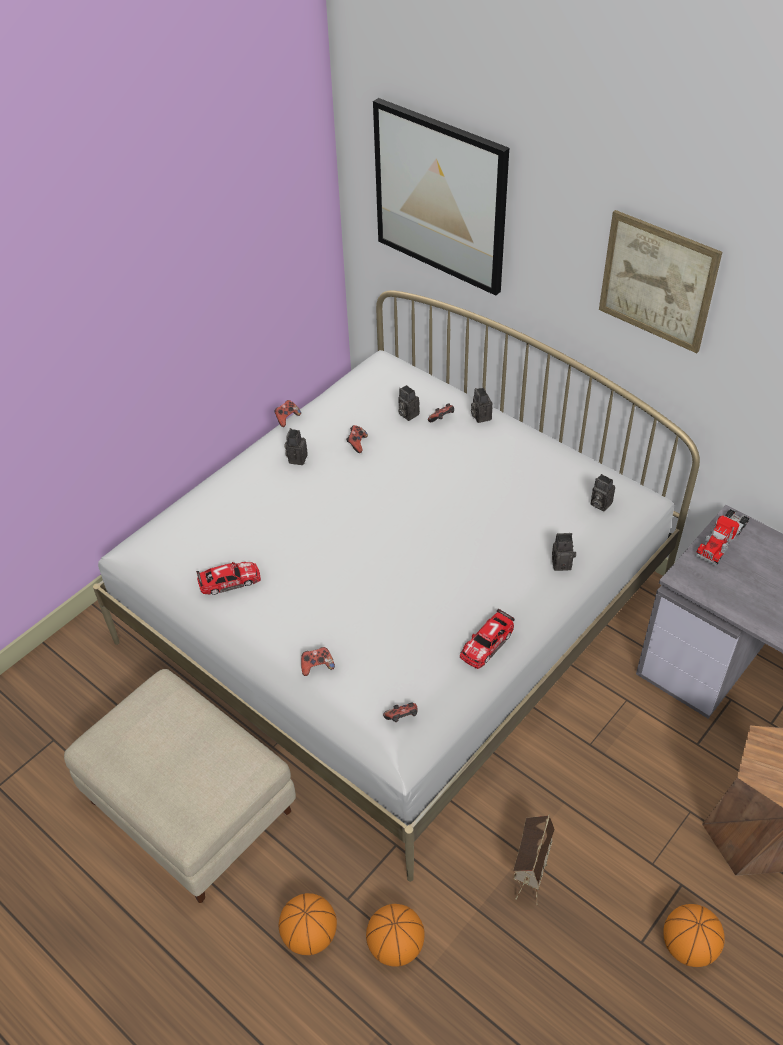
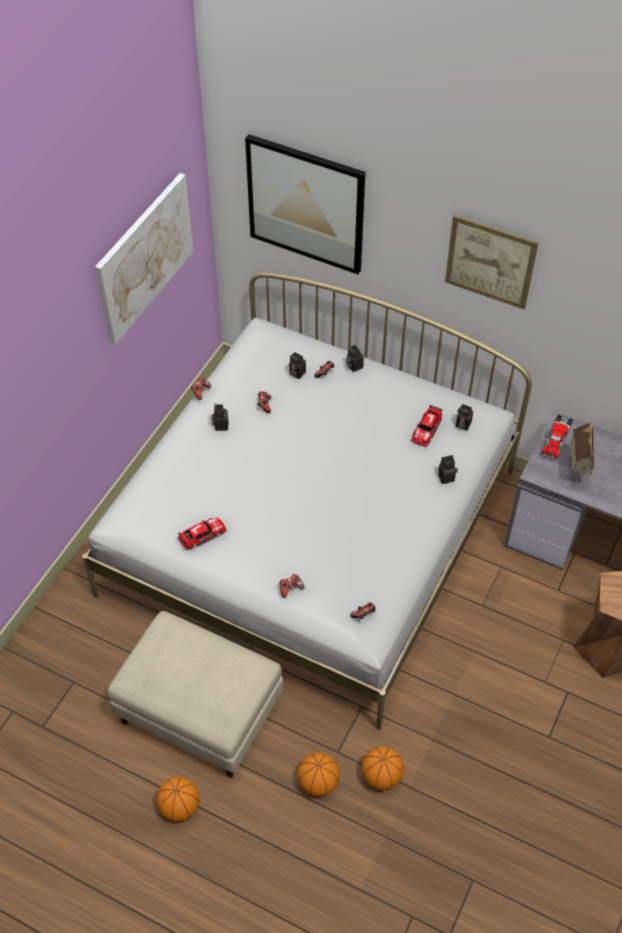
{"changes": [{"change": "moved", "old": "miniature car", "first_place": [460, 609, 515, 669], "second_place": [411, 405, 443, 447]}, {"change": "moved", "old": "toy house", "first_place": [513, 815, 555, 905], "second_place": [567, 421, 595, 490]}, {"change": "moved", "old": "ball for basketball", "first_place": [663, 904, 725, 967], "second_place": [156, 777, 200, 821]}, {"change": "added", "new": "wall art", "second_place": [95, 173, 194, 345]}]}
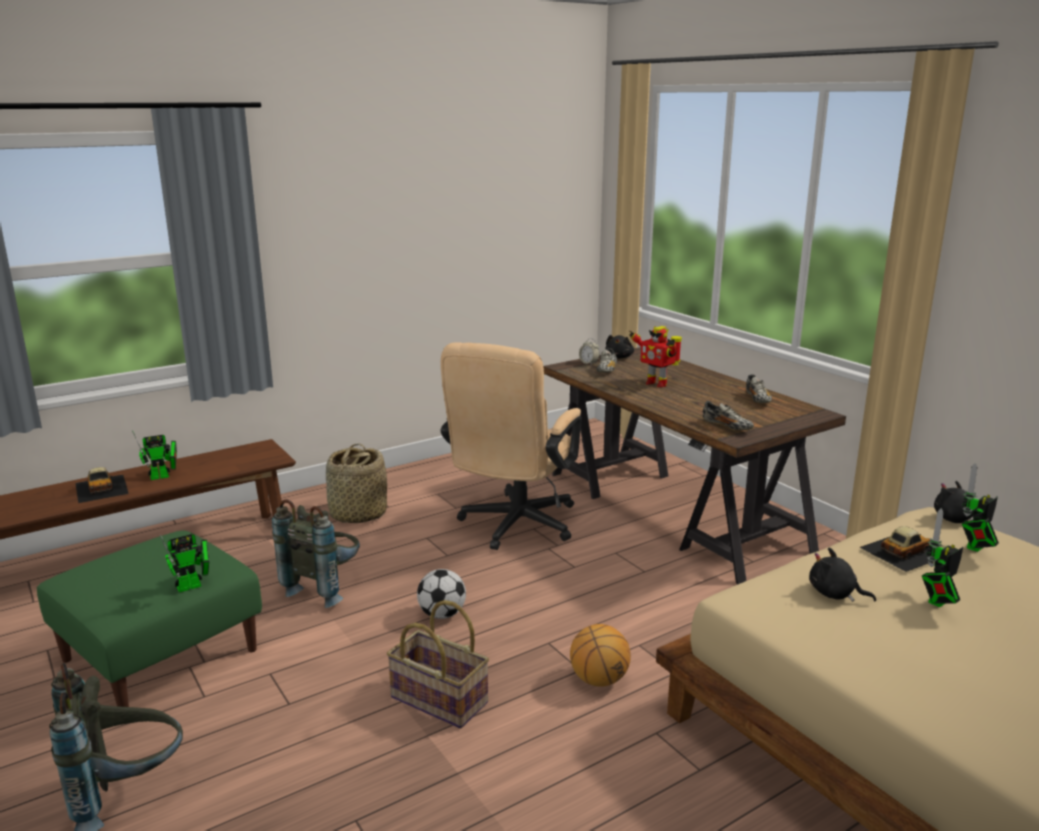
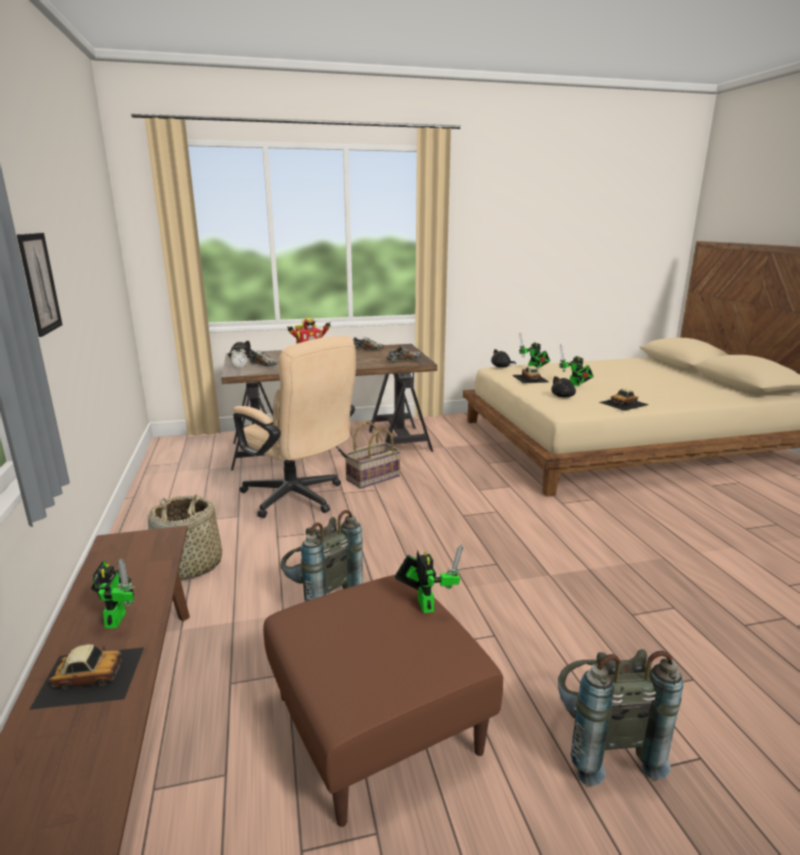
{"changes": [{"change": "recoloured", "old": "pouffe/green", "new": "pouffe/brownish", "first_place": [37, 530, 262, 707], "second_place": [263, 575, 503, 827]}, {"change": "removed", "old": "ball for football", "first_place": [417, 569, 466, 619]}, {"change": "moved", "old": "household basket", "first_place": [387, 600, 489, 729], "second_place": [345, 422, 401, 489]}, {"change": "removed", "old": "ball for basketball", "first_place": [570, 624, 631, 687]}, {"change": "added", "new": "wall art", "second_place": [17, 233, 62, 337]}, {"change": "added", "new": "miniature car", "second_place": [599, 389, 649, 411]}]}
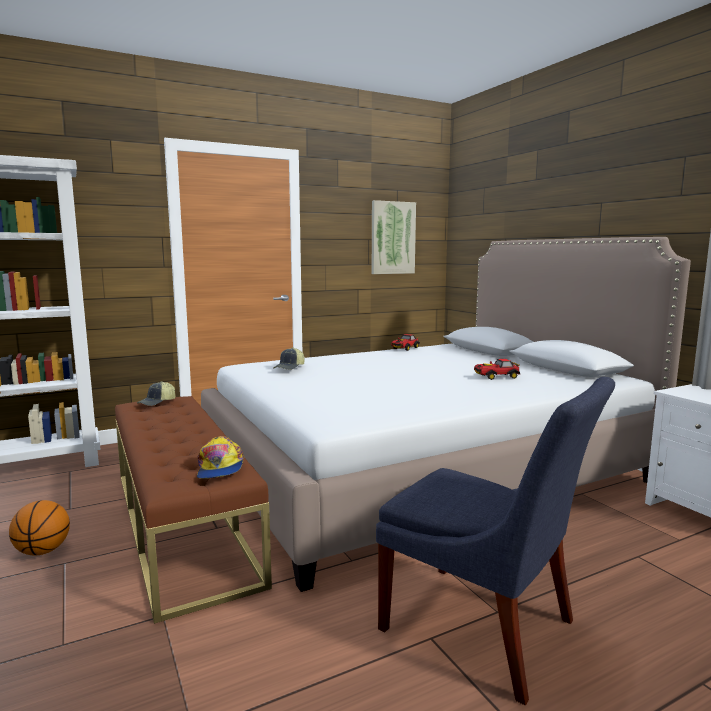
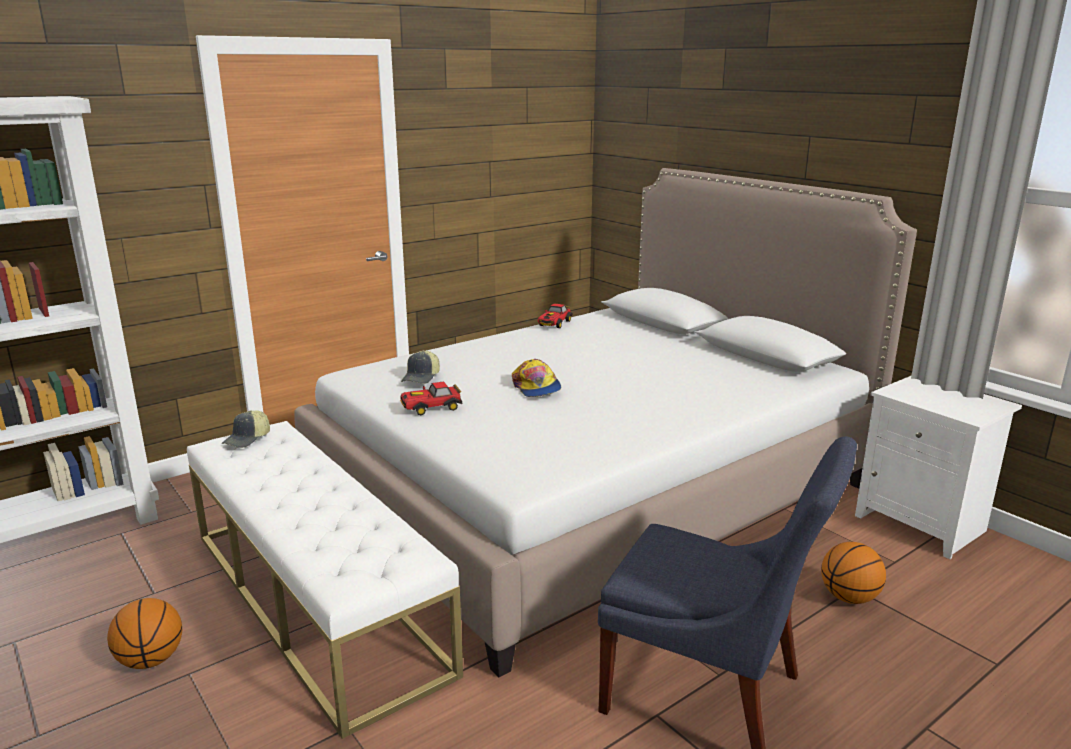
{"changes": [{"change": "removed", "old": "wall art", "first_place": [372, 200, 416, 274]}, {"change": "moved", "old": "miniature car", "first_place": [474, 359, 520, 380], "second_place": [400, 381, 463, 416]}, {"change": "recoloured", "old": "indoor bench/brownish", "new": "indoor bench/white-coloured", "first_place": [115, 396, 272, 624], "second_place": [187, 421, 463, 739]}, {"change": "moved", "old": "baseball cap", "first_place": [197, 436, 245, 479], "second_place": [512, 359, 561, 397]}, {"change": "added", "new": "ball for basketball", "second_place": [821, 542, 886, 604]}]}
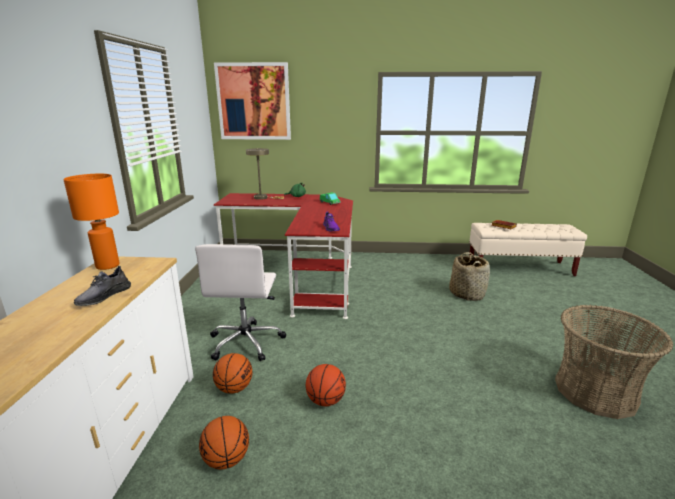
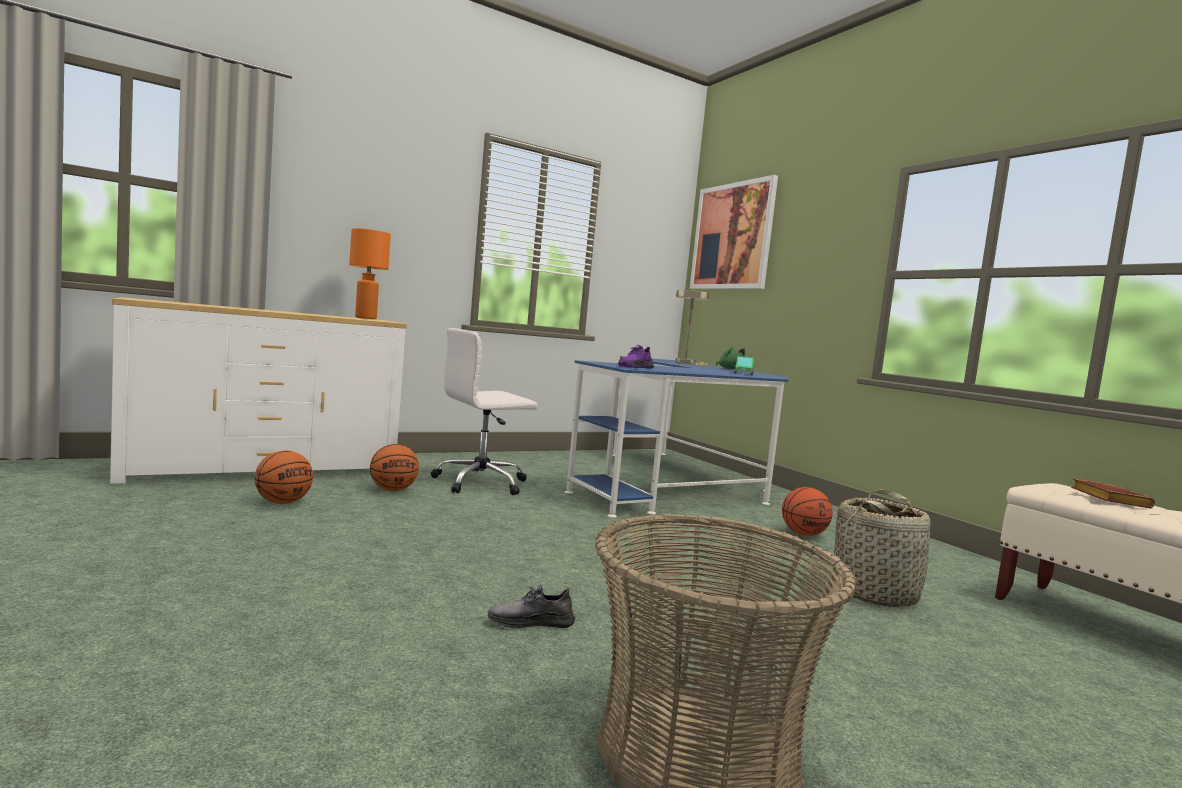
{"changes": [{"change": "recoloured", "old": "desk unit/reddish", "new": "desk unit/bluish", "first_place": [214, 193, 353, 319], "second_place": [565, 356, 788, 518]}, {"change": "moved", "old": "item of footwear/greyish", "first_place": [74, 266, 131, 306], "second_place": [488, 584, 575, 628]}, {"change": "moved", "old": "ball for basketball", "first_place": [306, 364, 346, 406], "second_place": [782, 487, 833, 536]}]}
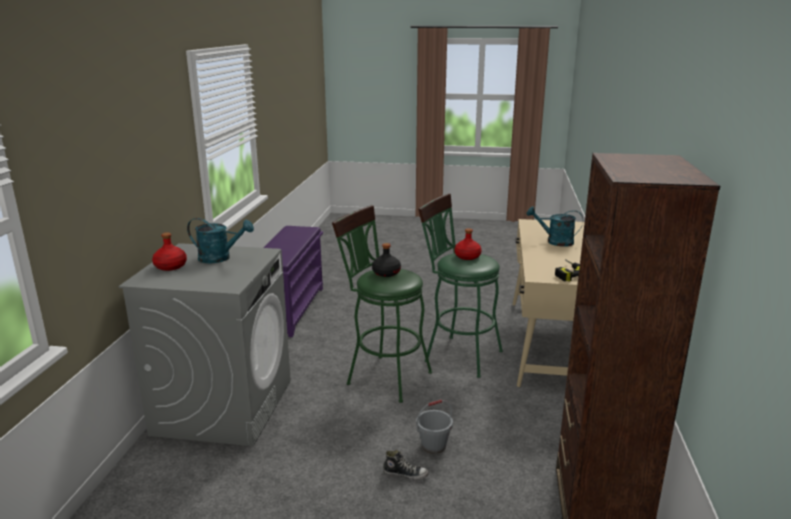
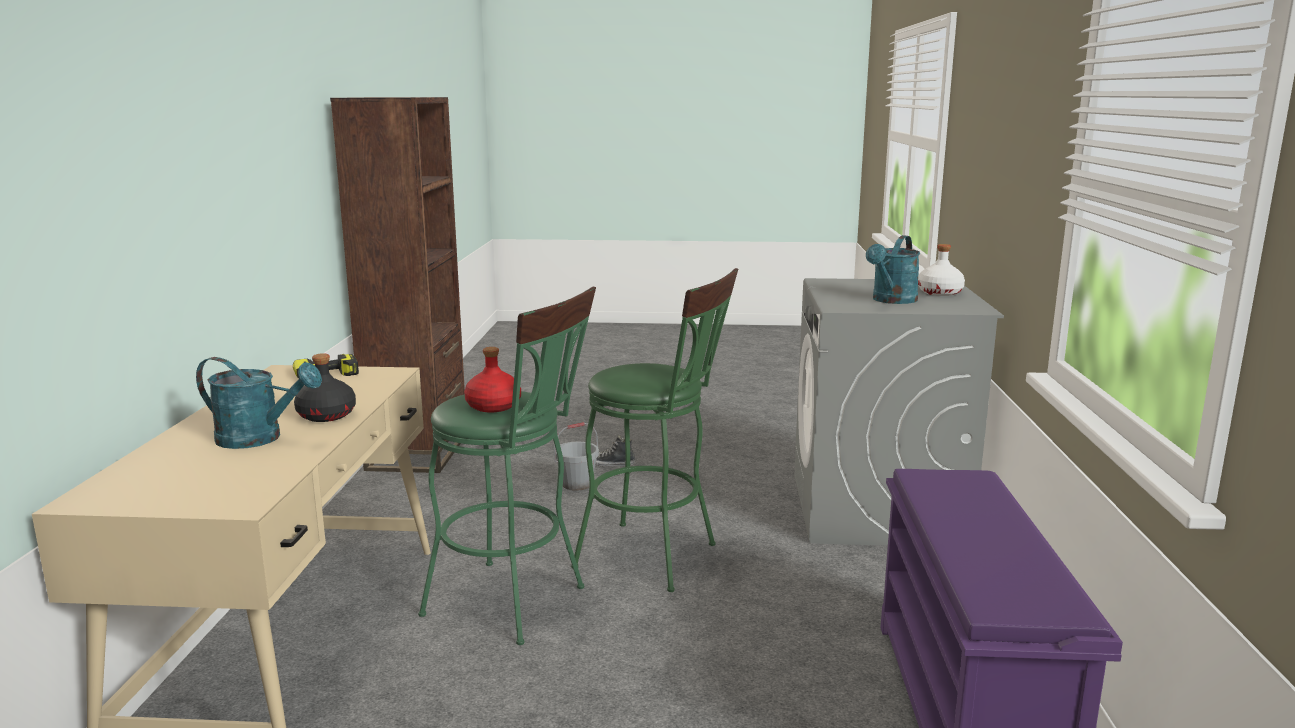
{"changes": [{"change": "turned", "old": "watering pot/blue-green", "first_place": [187, 218, 254, 263], "second_place": [866, 235, 920, 304], "degrees": -60}, {"change": "recoloured", "old": "beverage bottle/reddish", "new": "beverage bottle/white-coloured", "first_place": [152, 233, 187, 271], "second_place": [918, 244, 965, 296]}, {"change": "moved", "old": "beverage bottle/black", "first_place": [372, 243, 401, 277], "second_place": [294, 353, 356, 422]}]}
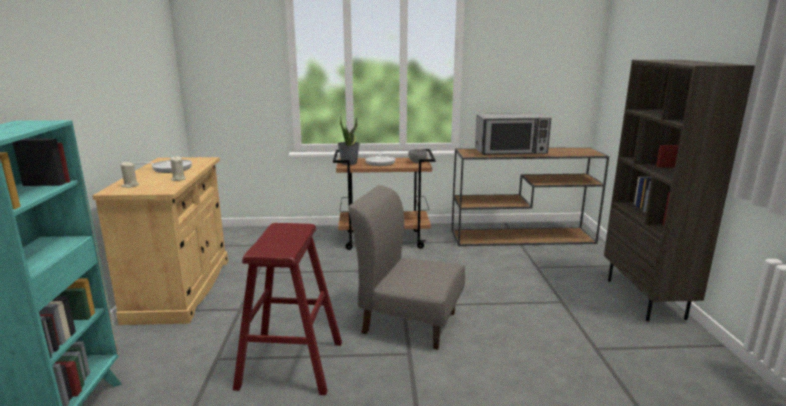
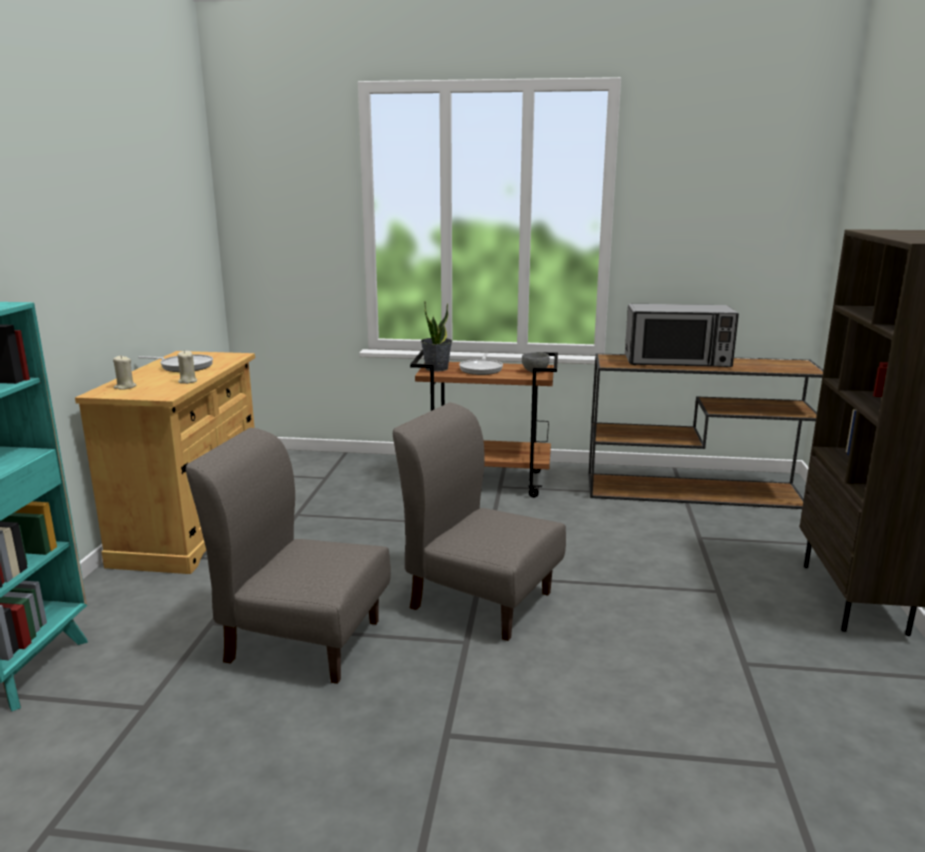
{"changes": [{"change": "replaced", "old": "stool seat/reddish", "new": "upright chair/greyish", "first_place": [233, 223, 342, 395], "second_place": [186, 428, 391, 684]}]}
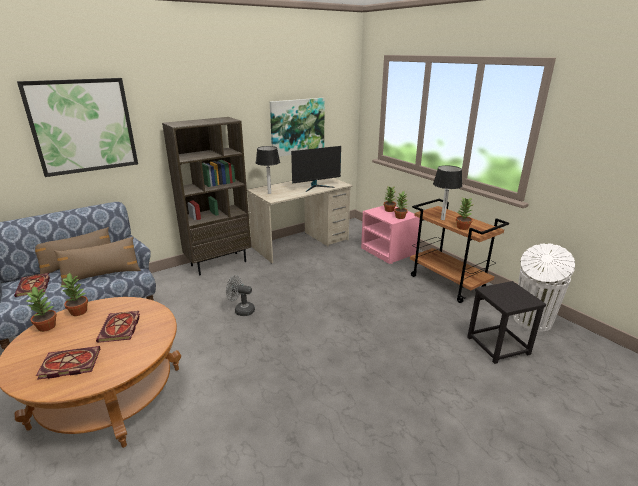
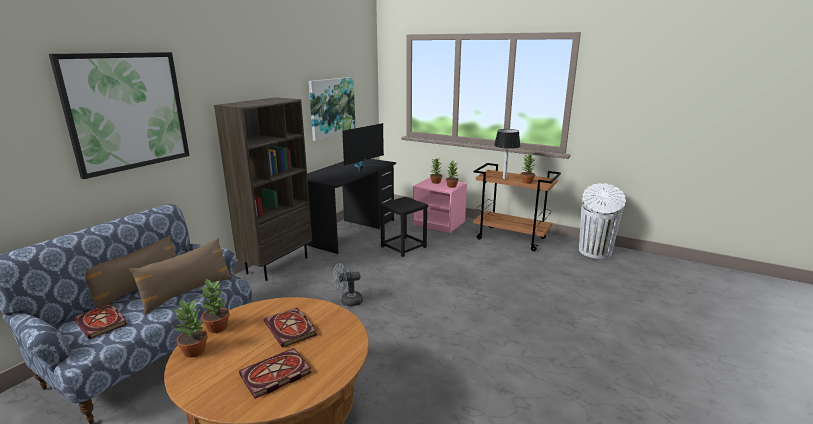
{"changes": [{"change": "removed", "old": "lamp for a table", "first_place": [256, 146, 280, 194]}, {"change": "recoloured", "old": "desk unit/sand-coloured", "new": "desk unit/black", "first_place": [247, 178, 352, 263], "second_place": [306, 159, 396, 254]}, {"change": "moved", "old": "stool seat/black", "first_place": [467, 281, 546, 364], "second_place": [379, 197, 428, 257]}]}
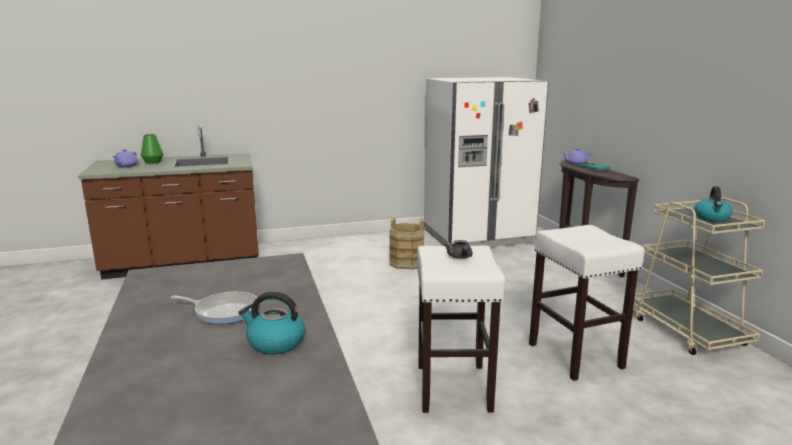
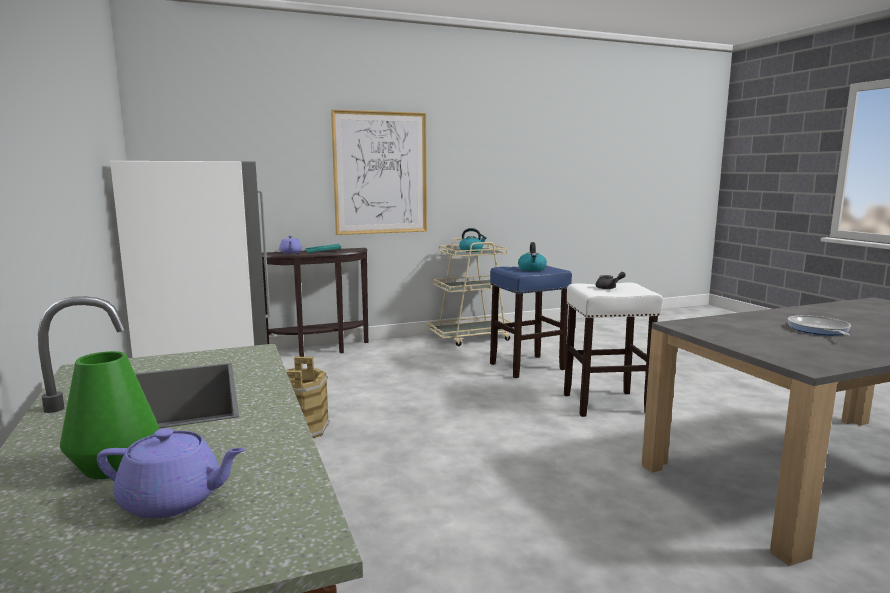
{"changes": [{"change": "recoloured", "old": "stool seat/white-coloured", "new": "stool seat/bluish", "first_place": [529, 225, 645, 381], "second_place": [490, 265, 572, 378]}, {"change": "moved", "old": "water kettle", "first_place": [238, 292, 305, 354], "second_place": [518, 242, 547, 271]}, {"change": "added", "new": "wall art", "second_place": [331, 110, 427, 235]}]}
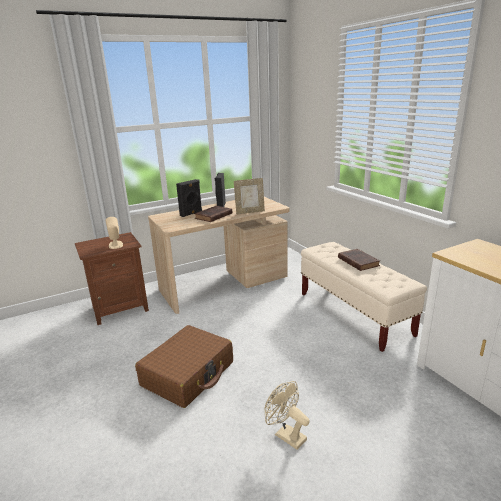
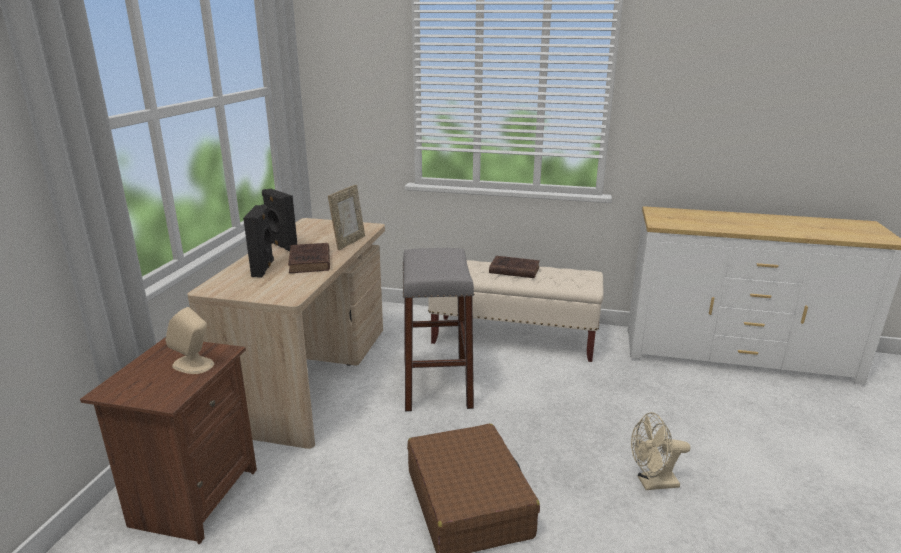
{"changes": [{"change": "added", "new": "stool seat/greyish", "second_place": [403, 248, 474, 411]}]}
